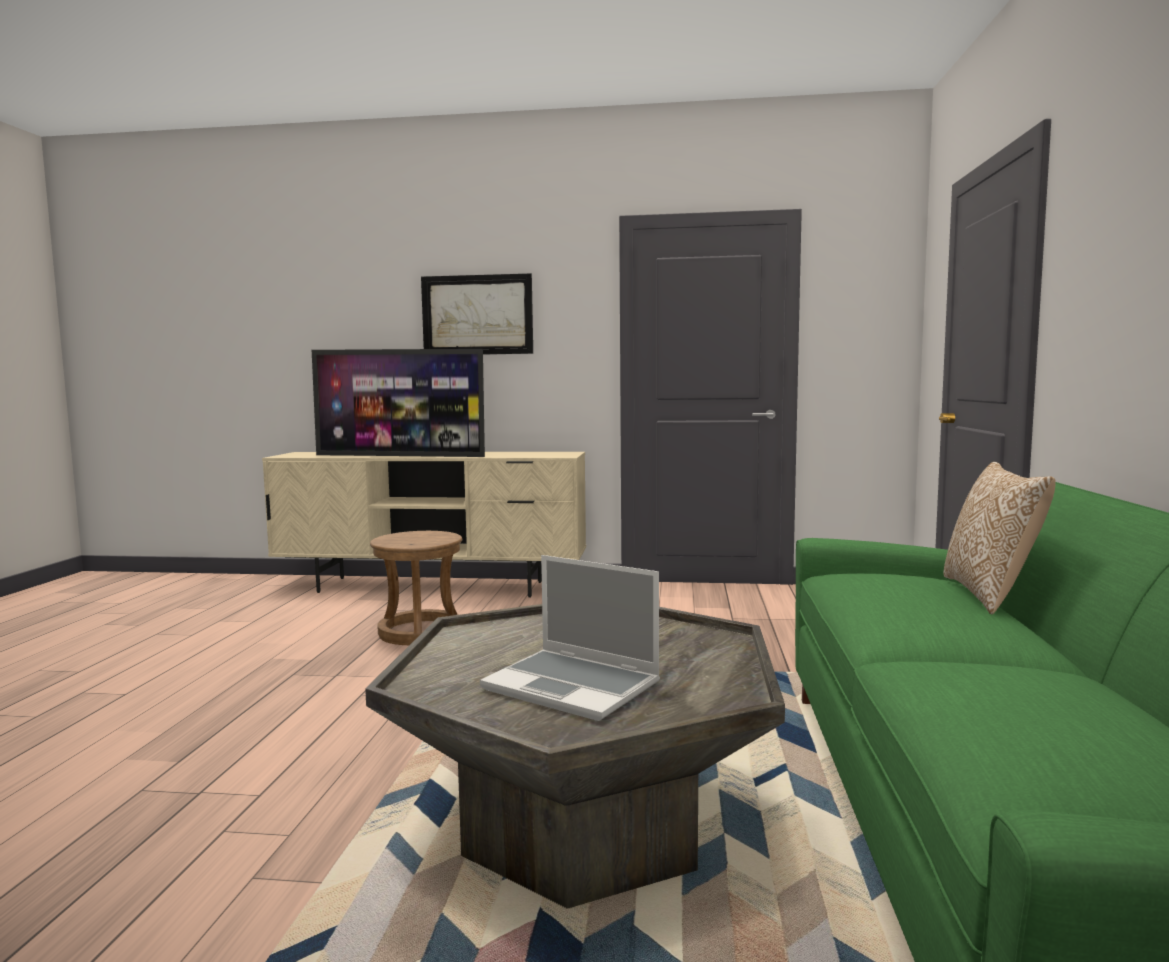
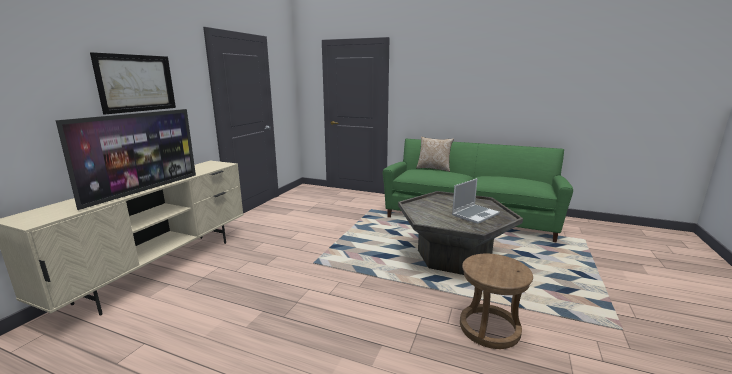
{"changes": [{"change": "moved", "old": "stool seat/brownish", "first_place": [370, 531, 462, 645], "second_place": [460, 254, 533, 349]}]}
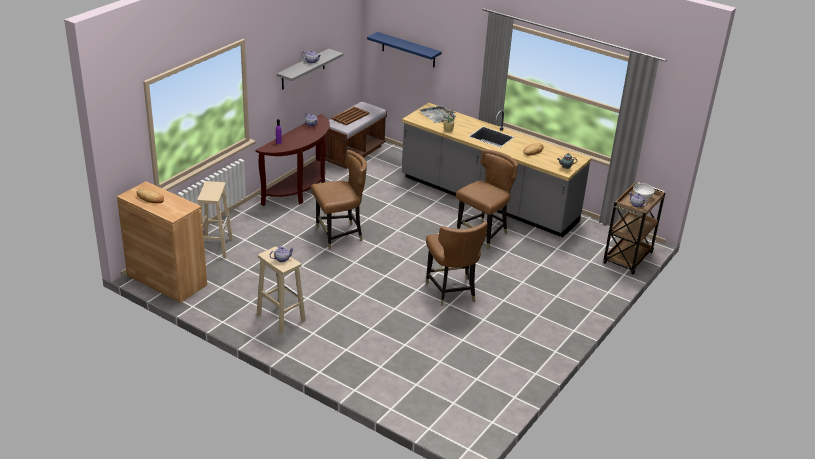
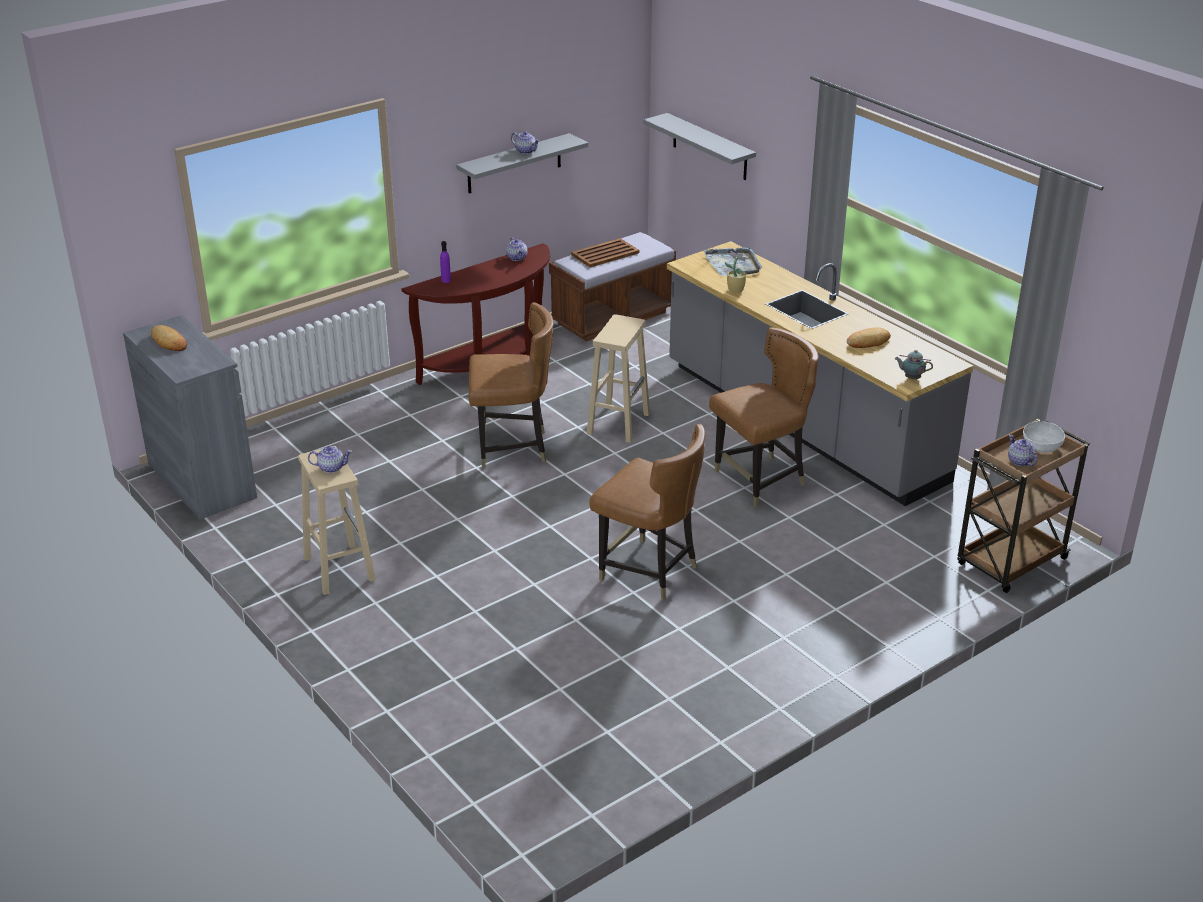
{"changes": [{"change": "recoloured", "old": "bracket shelf/bluish", "new": "bracket shelf/greyish", "first_place": [367, 32, 442, 67], "second_place": [643, 113, 756, 180]}, {"change": "recoloured", "old": "storage cabinet/brownish", "new": "storage cabinet/greyish", "first_place": [117, 181, 207, 303], "second_place": [123, 315, 257, 520]}, {"change": "moved", "old": "stool seat/sand-coloured", "first_place": [197, 181, 233, 258], "second_place": [587, 314, 650, 443]}, {"change": "turned", "old": "upright chair/brownish", "first_place": [426, 221, 488, 306], "second_place": [589, 424, 705, 600], "degrees": -60}]}
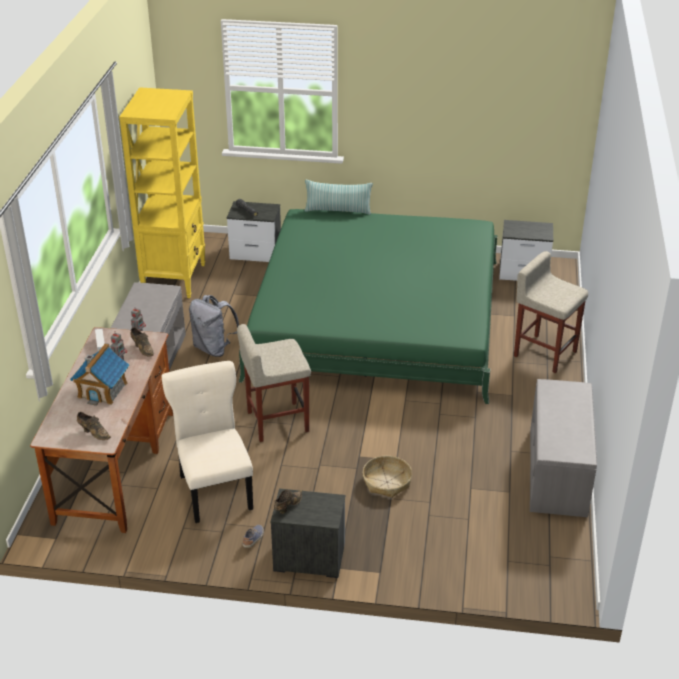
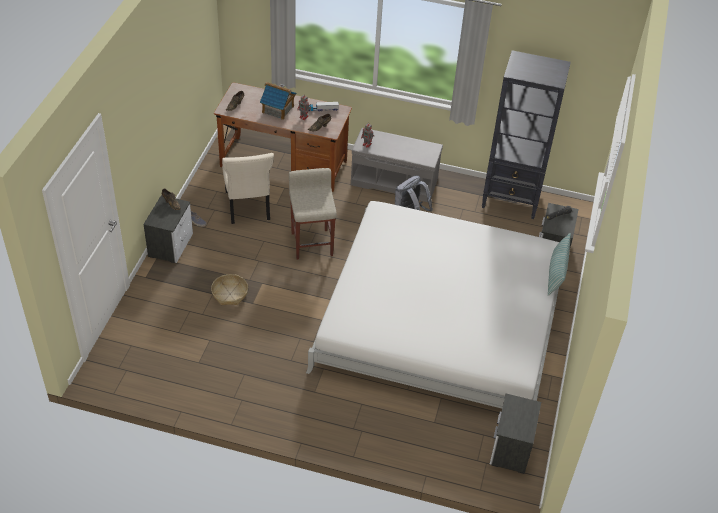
{"changes": [{"change": "recoloured", "old": "shelving unit/yellow-coloured", "new": "shelving unit/black", "first_place": [119, 87, 205, 298], "second_place": [482, 50, 571, 219]}, {"change": "recoloured", "old": "sleeping bed/green", "new": "sleeping bed/white-coloured", "first_place": [239, 209, 497, 404], "second_place": [306, 201, 559, 409]}, {"change": "removed", "old": "stool seat/sand-coloured", "first_place": [514, 251, 588, 373]}, {"change": "turned", "old": "upright chair/sand-coloured", "first_place": [162, 361, 253, 523], "second_place": [222, 153, 274, 224], "degrees": 90}, {"change": "removed", "old": "indoor bench/greyish", "first_place": [530, 379, 597, 517]}]}
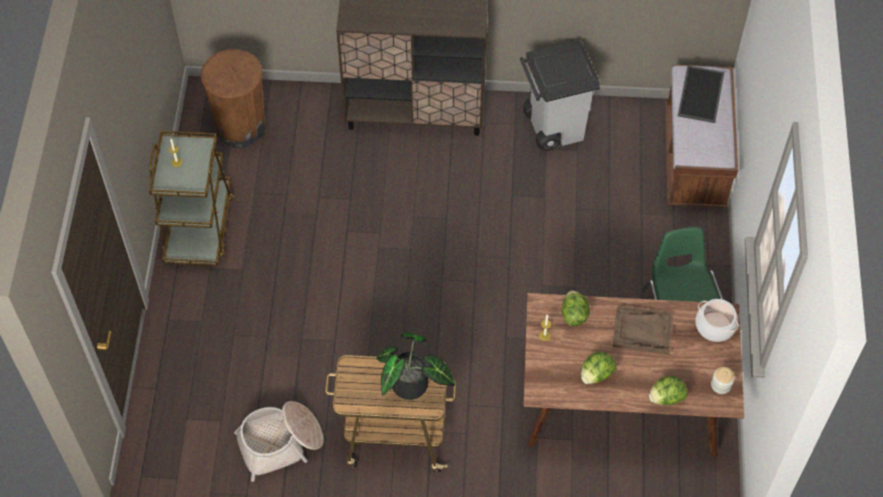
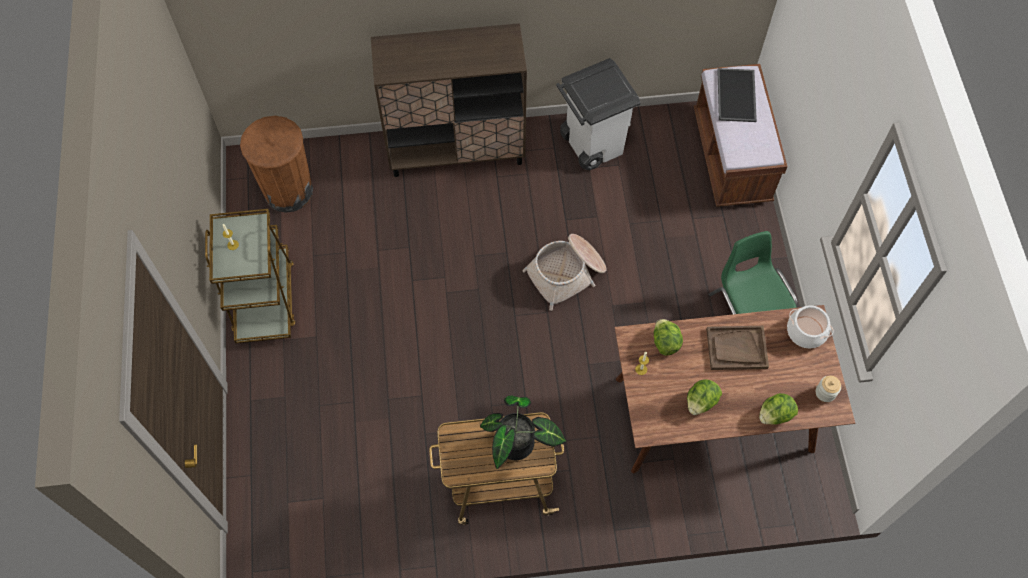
{"changes": [{"change": "moved", "old": "household basket", "first_place": [234, 401, 324, 482], "second_place": [523, 234, 607, 311]}]}
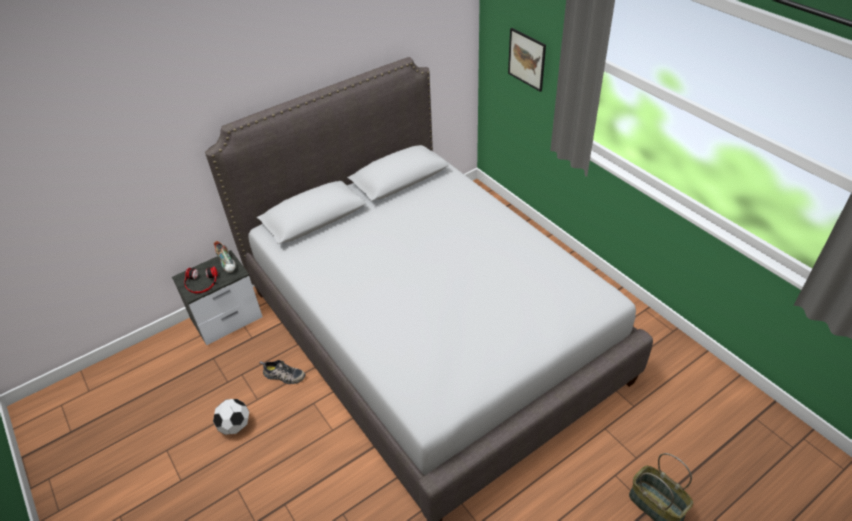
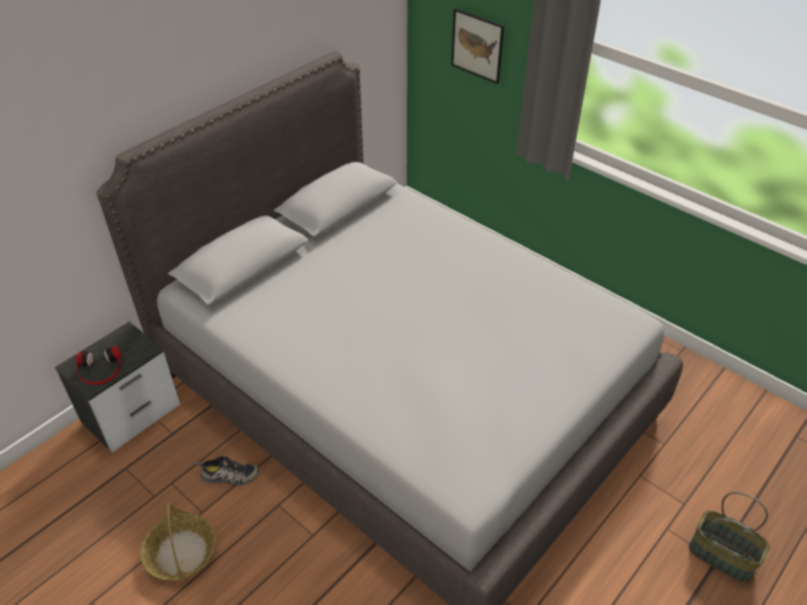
{"changes": [{"change": "removed", "old": "item of footwear", "first_place": [213, 241, 236, 273]}, {"change": "replaced", "old": "ball for football", "new": "household basket", "first_place": [213, 399, 249, 435], "second_place": [141, 503, 216, 581]}]}
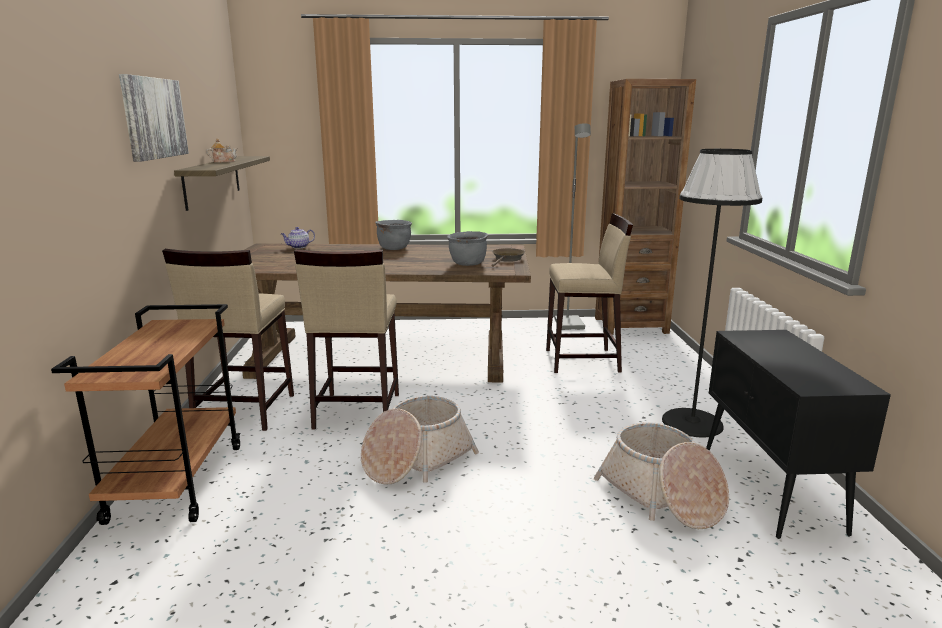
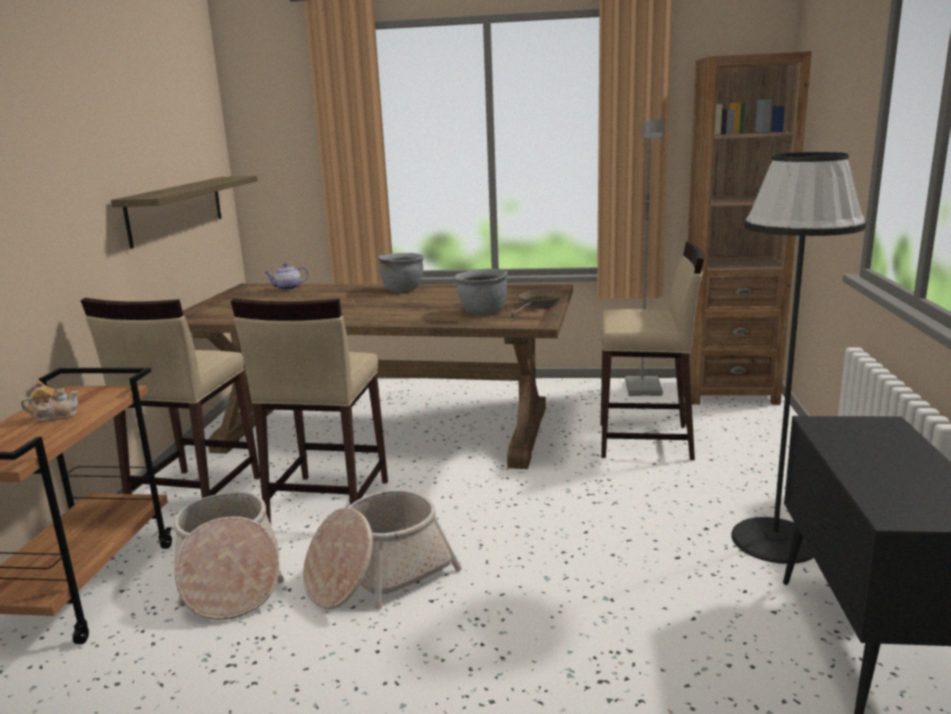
{"changes": [{"change": "removed", "old": "wall art", "first_place": [119, 74, 189, 162]}, {"change": "moved", "old": "pot for tea", "first_place": [206, 138, 237, 163], "second_place": [21, 380, 79, 422]}, {"change": "moved", "old": "household basket", "first_place": [594, 422, 729, 529], "second_place": [174, 492, 284, 620]}]}
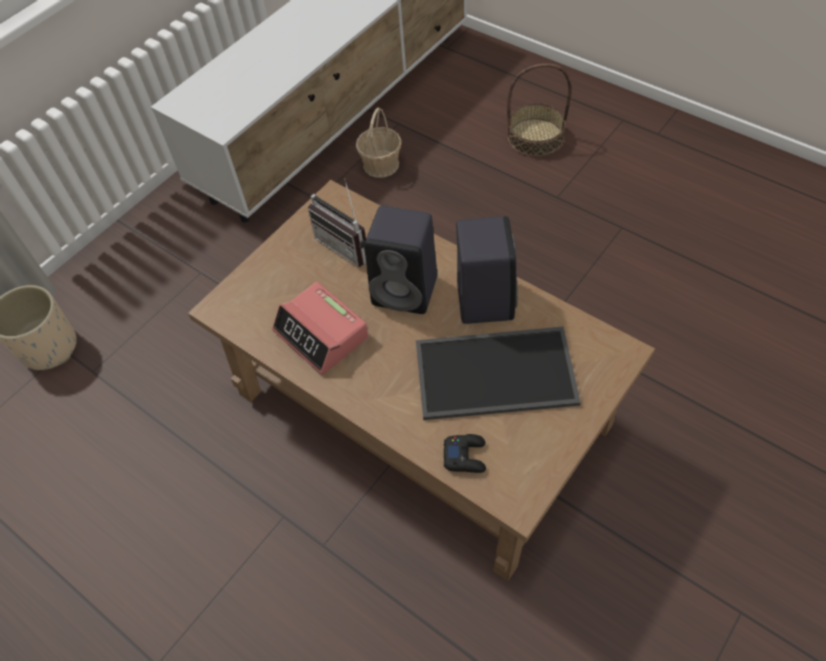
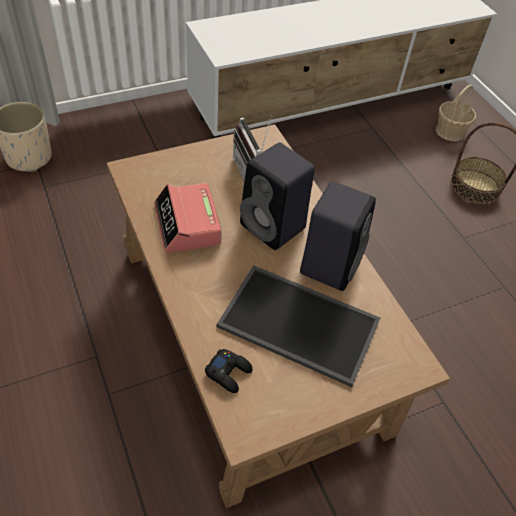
{"changes": [{"change": "moved", "old": "household basket", "first_place": [356, 107, 402, 178], "second_place": [436, 85, 476, 141]}]}
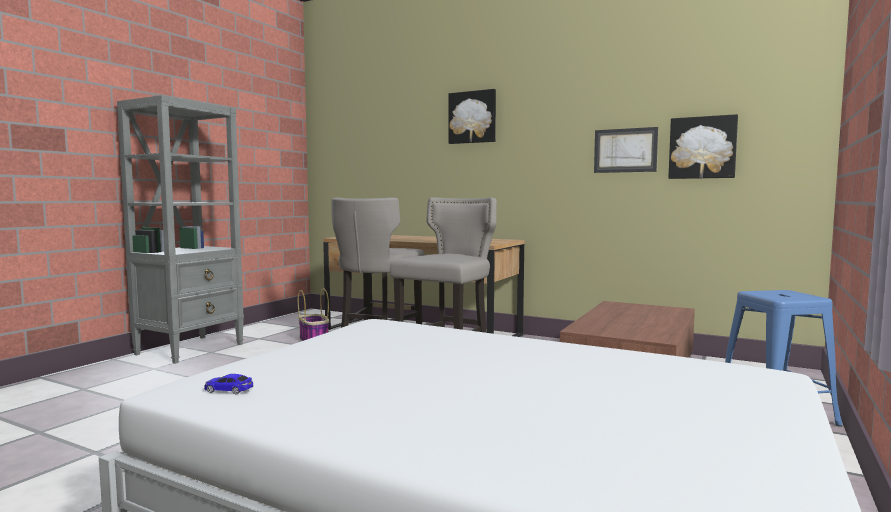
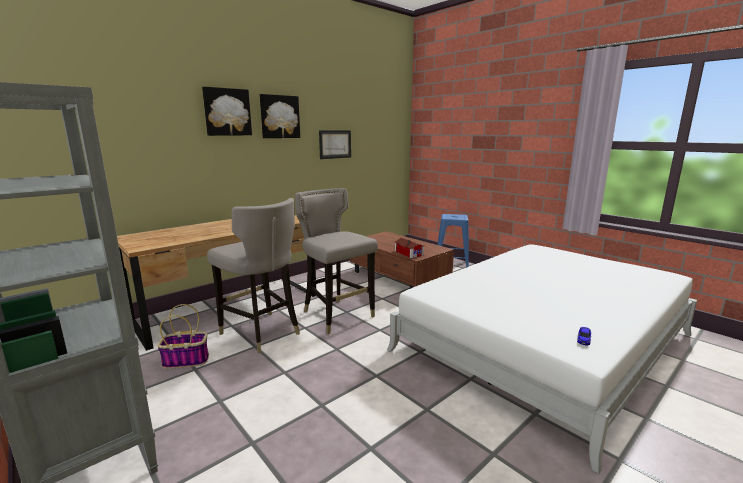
{"changes": [{"change": "moved", "old": "wall art", "first_place": [668, 114, 738, 179], "second_place": [260, 94, 300, 138]}, {"change": "added", "new": "toy house", "second_place": [394, 238, 424, 258]}]}
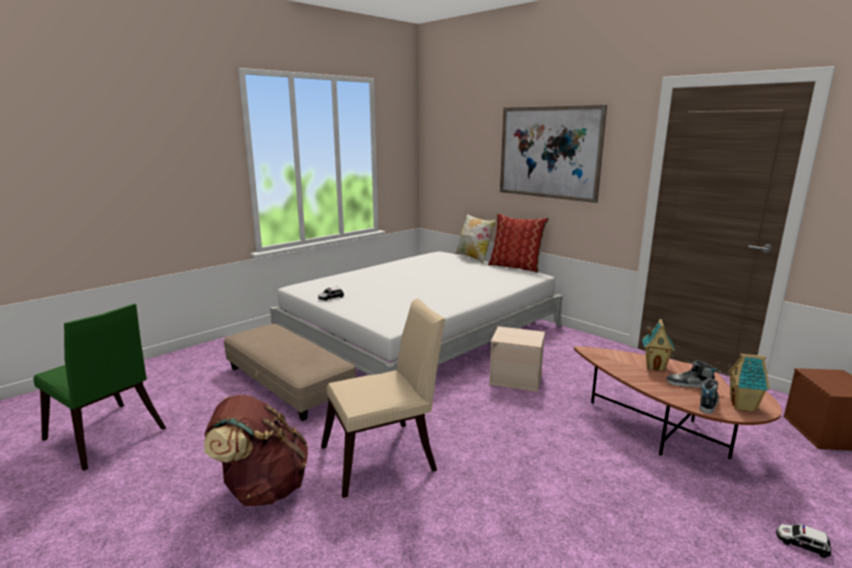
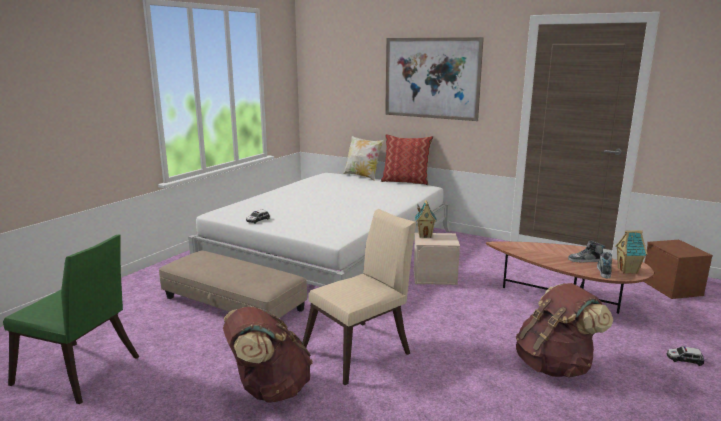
{"changes": [{"change": "moved", "old": "toy house", "first_place": [642, 319, 675, 372], "second_place": [415, 200, 437, 238]}, {"change": "added", "new": "backpack/brownish", "second_place": [516, 283, 613, 378]}]}
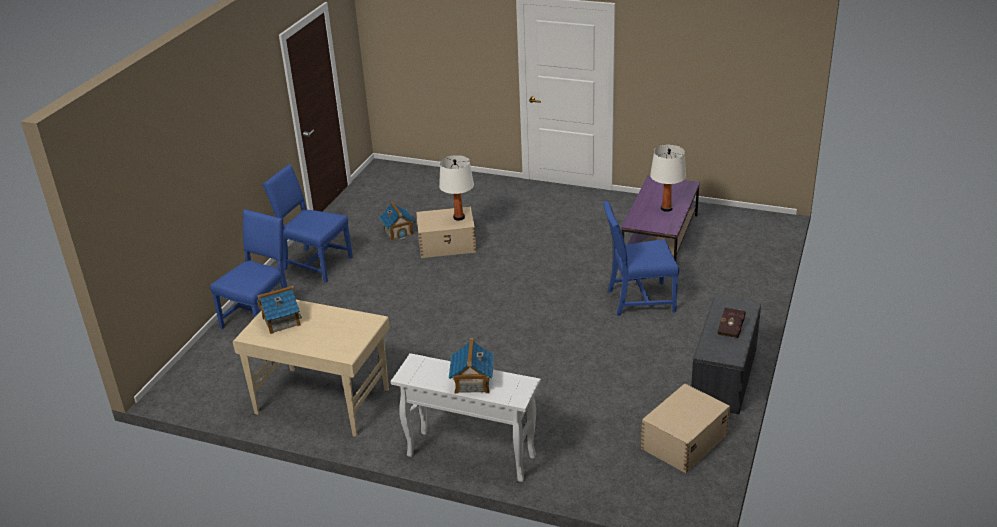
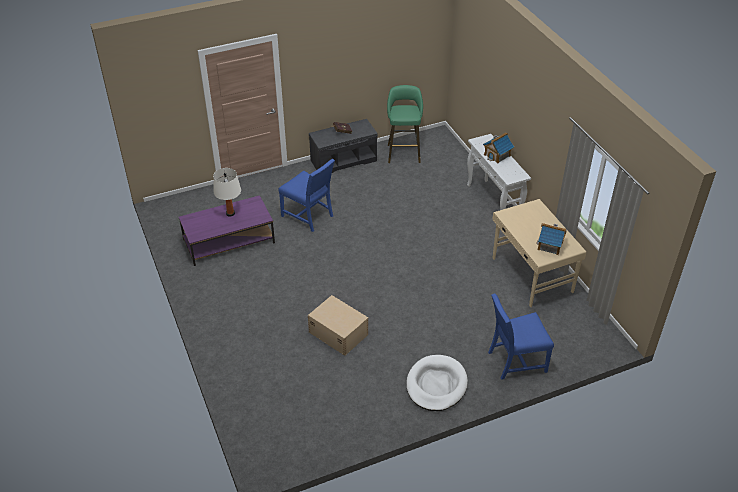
{"changes": [{"change": "removed", "old": "lamp for a table/white-coloured", "first_place": [439, 155, 474, 221]}, {"change": "replaced", "old": "upright chair/bluish", "new": "pet bed/white-coloured", "first_place": [262, 164, 353, 283], "second_place": [406, 355, 468, 411]}, {"change": "removed", "old": "toy house", "first_place": [379, 201, 416, 241]}, {"change": "replaced", "old": "storage bin/sand-coloured", "new": "stool seat/green", "first_place": [641, 384, 730, 473], "second_place": [387, 85, 423, 163]}]}
